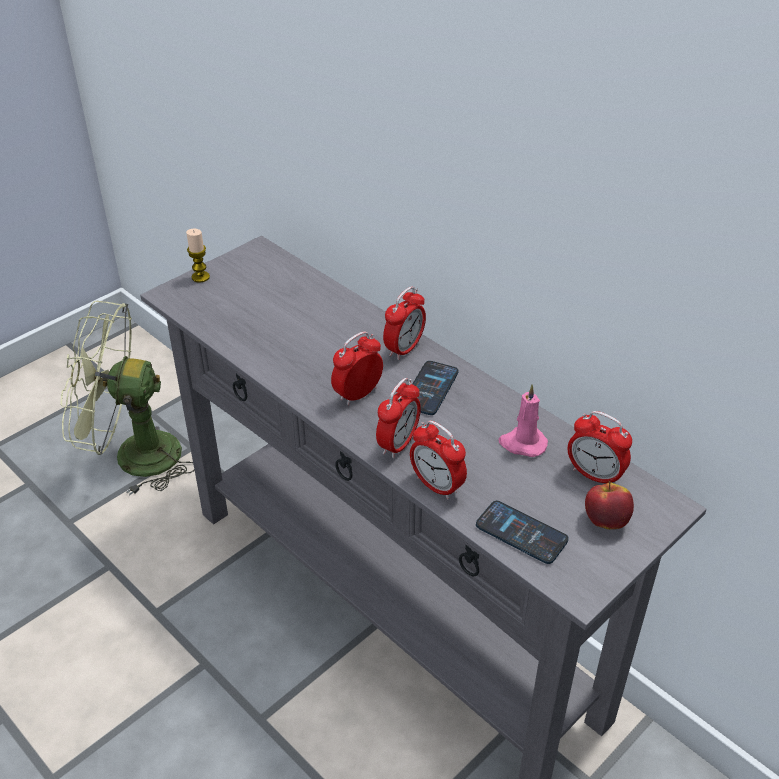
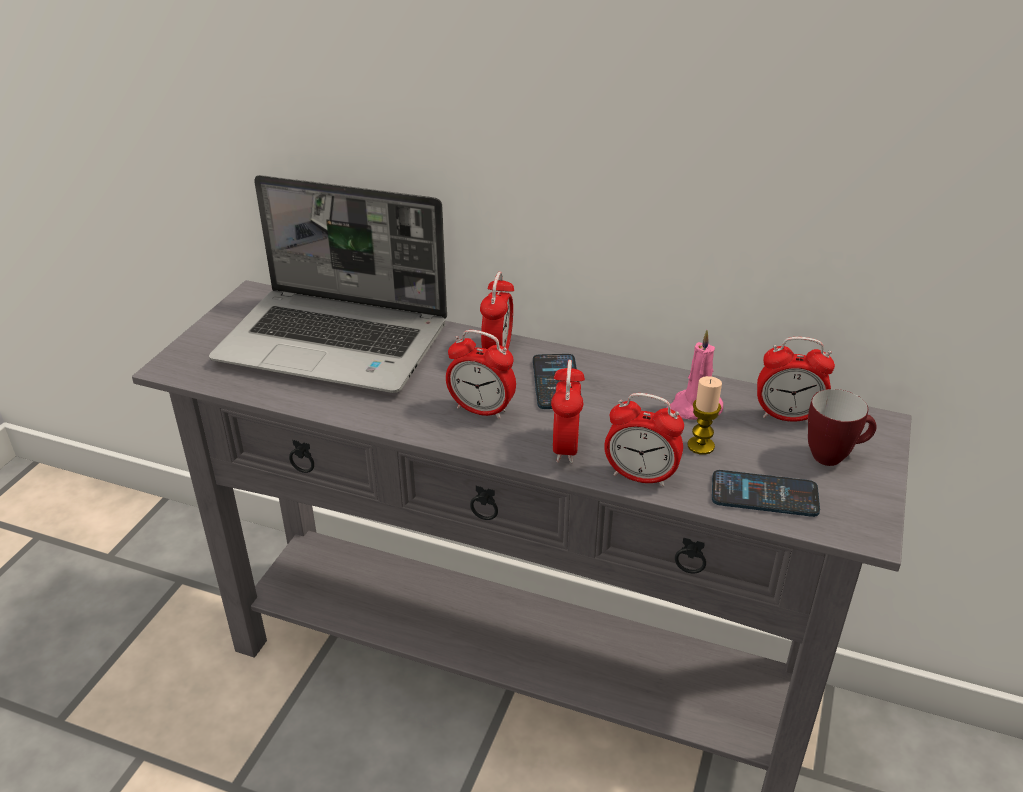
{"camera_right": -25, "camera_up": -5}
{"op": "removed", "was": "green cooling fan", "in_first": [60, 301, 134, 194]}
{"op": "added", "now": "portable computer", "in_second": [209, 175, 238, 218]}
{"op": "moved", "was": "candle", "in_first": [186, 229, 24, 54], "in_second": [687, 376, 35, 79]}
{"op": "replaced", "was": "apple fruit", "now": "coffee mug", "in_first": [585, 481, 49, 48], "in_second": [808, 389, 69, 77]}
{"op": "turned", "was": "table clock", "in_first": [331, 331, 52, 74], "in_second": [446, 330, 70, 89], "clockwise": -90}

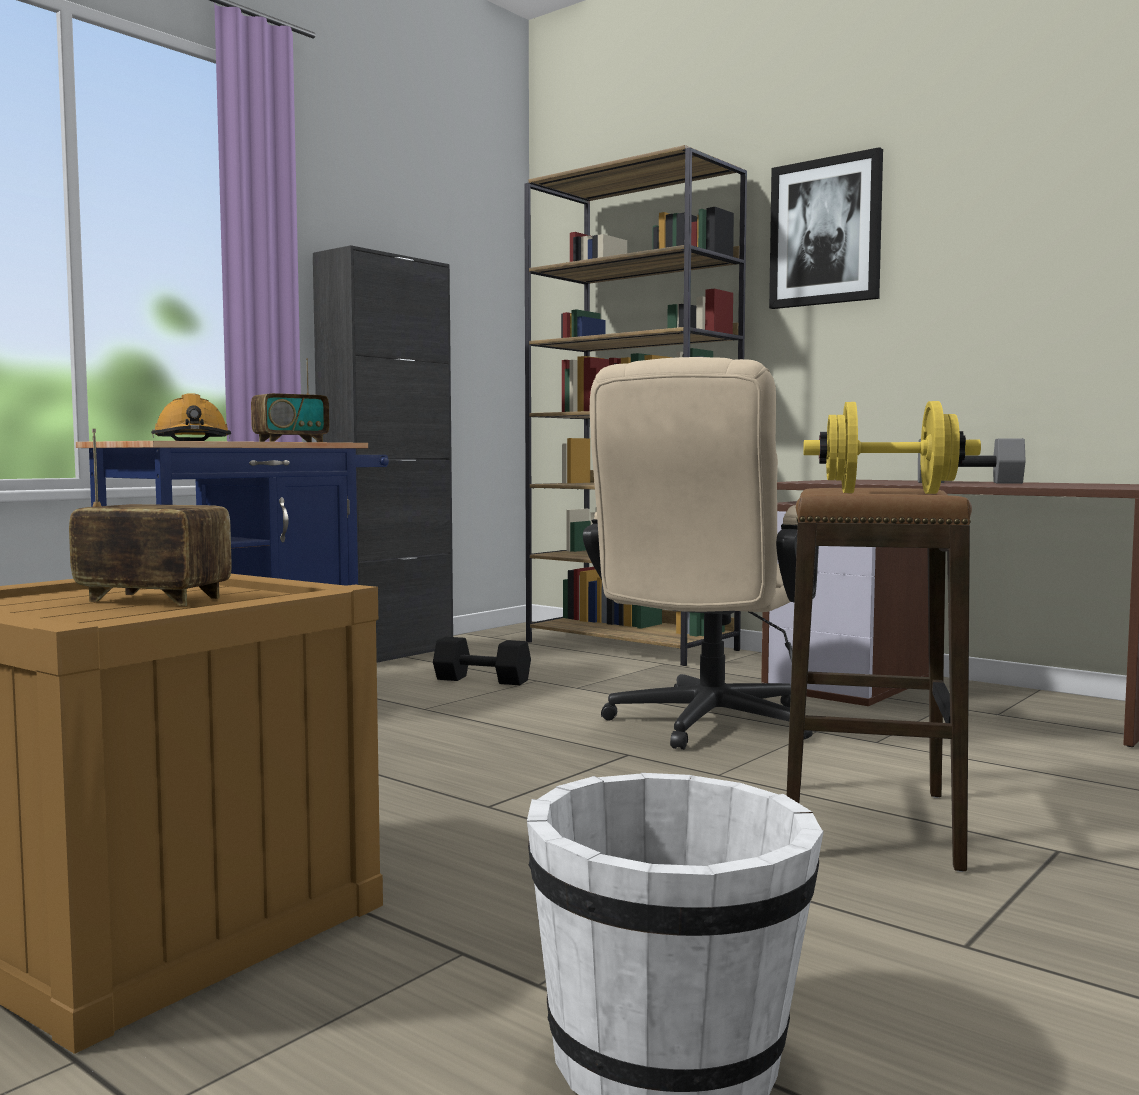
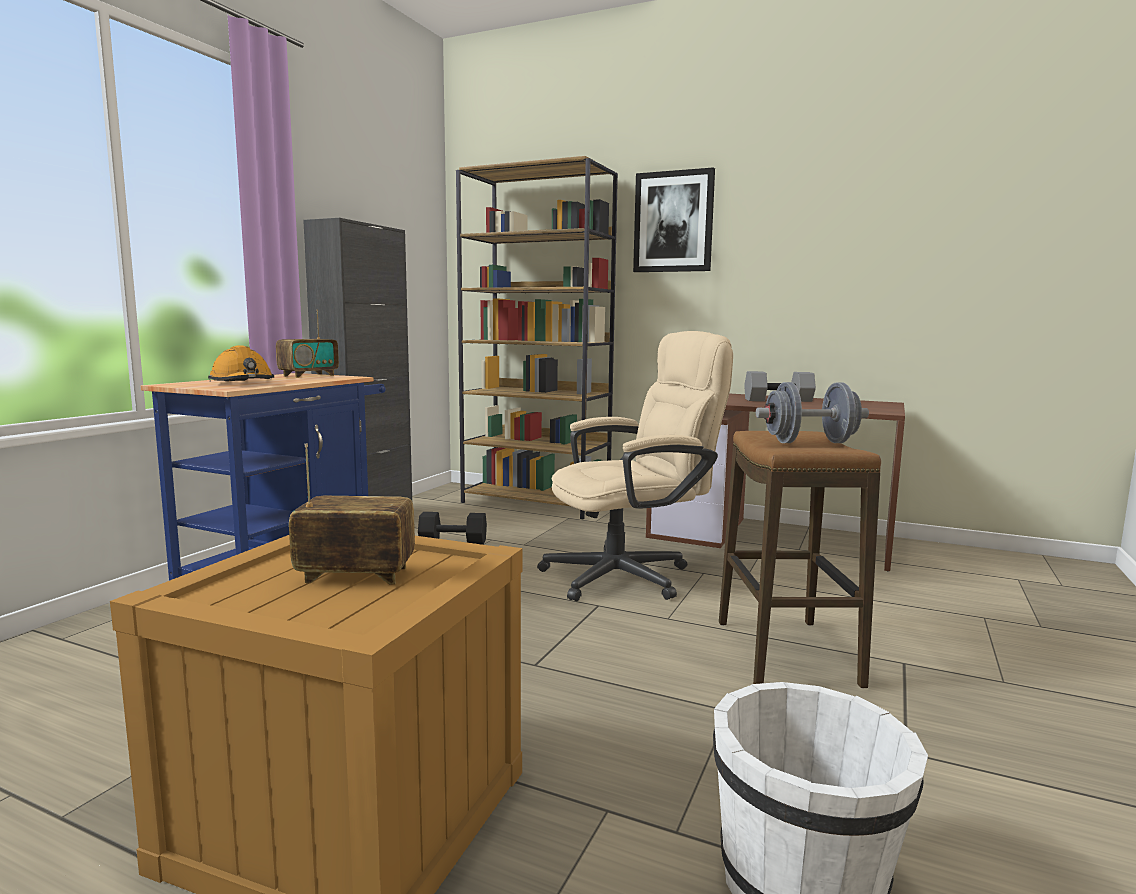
{"camera_right": -15, "camera_up": 5}
{"op": "recoloured", "was": "yellow dumbbell", "now": "gray dumbbell", "in_first": [803, 401, 178, 93], "in_second": [756, 382, 113, 61]}
{"op": "turned", "was": "sand-coloured office chair", "in_first": [583, 357, 236, 393], "in_second": [537, 331, 196, 270], "clockwise": -120}

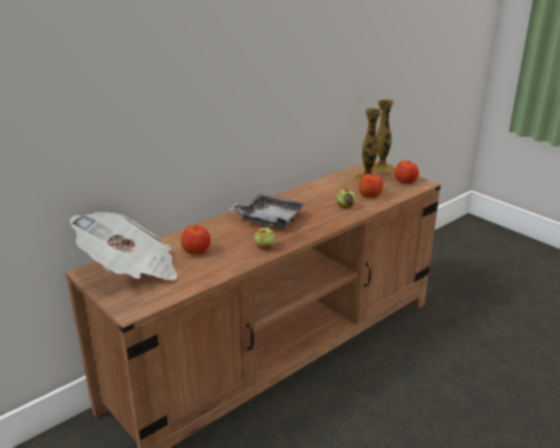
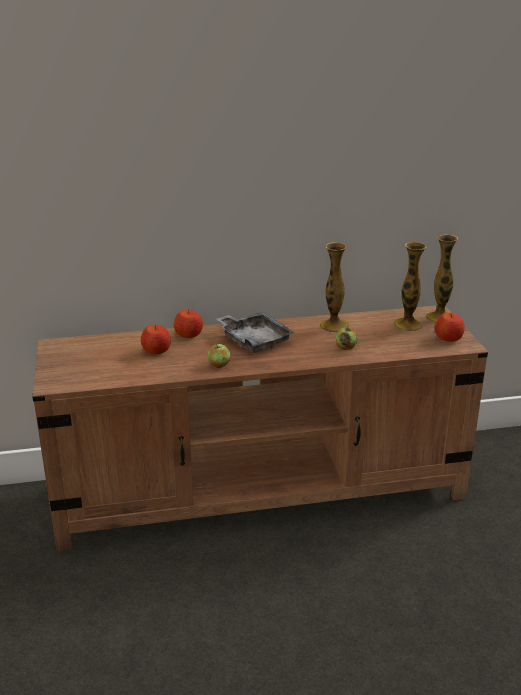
{"camera_right": 30, "camera_up": 0}
{"op": "removed", "was": "daily paper", "in_first": [70, 212, 107, 68]}
{"op": "added", "now": "vase", "in_second": [320, 242, 29, 91]}
{"op": "moved", "was": "apple fruit", "in_first": [359, 172, 24, 26], "in_second": [174, 309, 29, 29]}

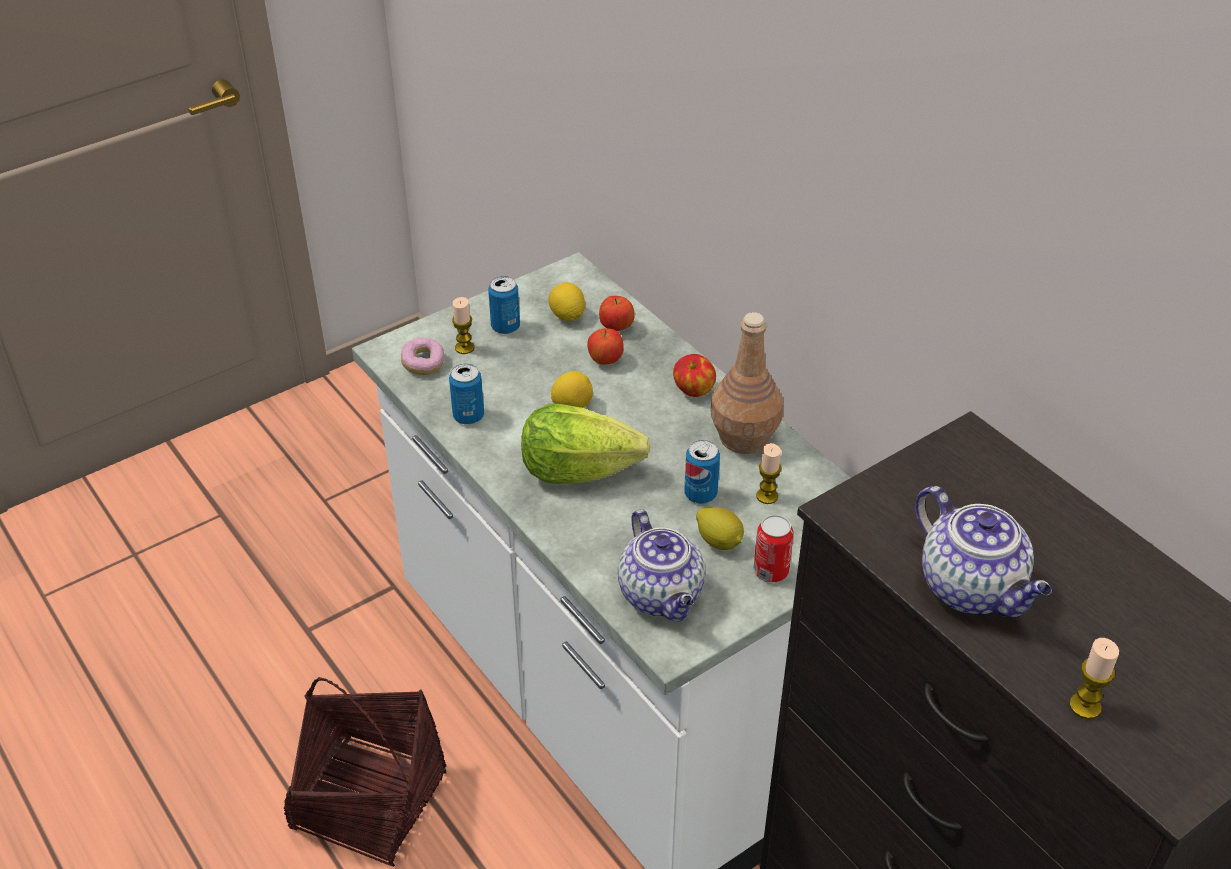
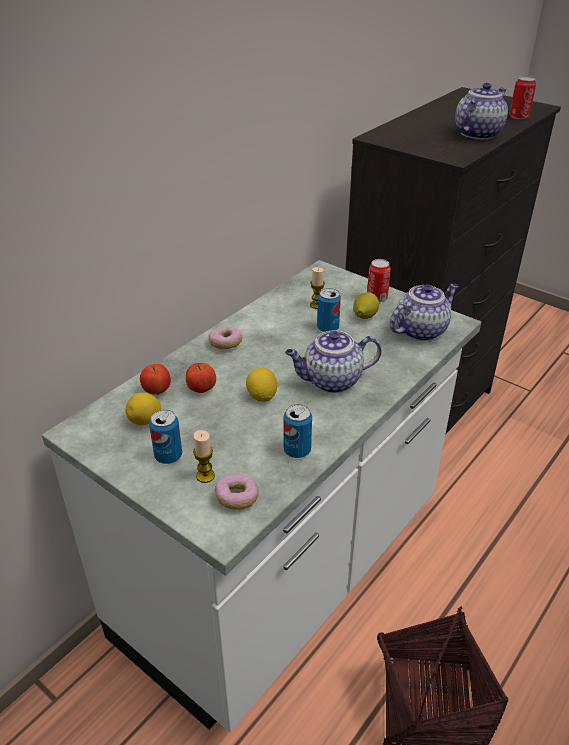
{"camera_right": -105, "camera_up": -5}
{"op": "removed", "was": "brown drink bottle", "in_first": [711, 312, 72, 142]}
{"op": "replaced", "was": "lettuce", "now": "teapot", "in_first": [521, 403, 129, 81], "in_second": [285, 330, 97, 63]}
{"op": "replaced", "was": "apple fruit", "now": "donut", "in_first": [673, 354, 43, 43], "in_second": [208, 327, 34, 22]}
{"op": "replaced", "was": "candle", "now": "sealed can", "in_first": [1069, 638, 50, 81], "in_second": [509, 76, 27, 43]}

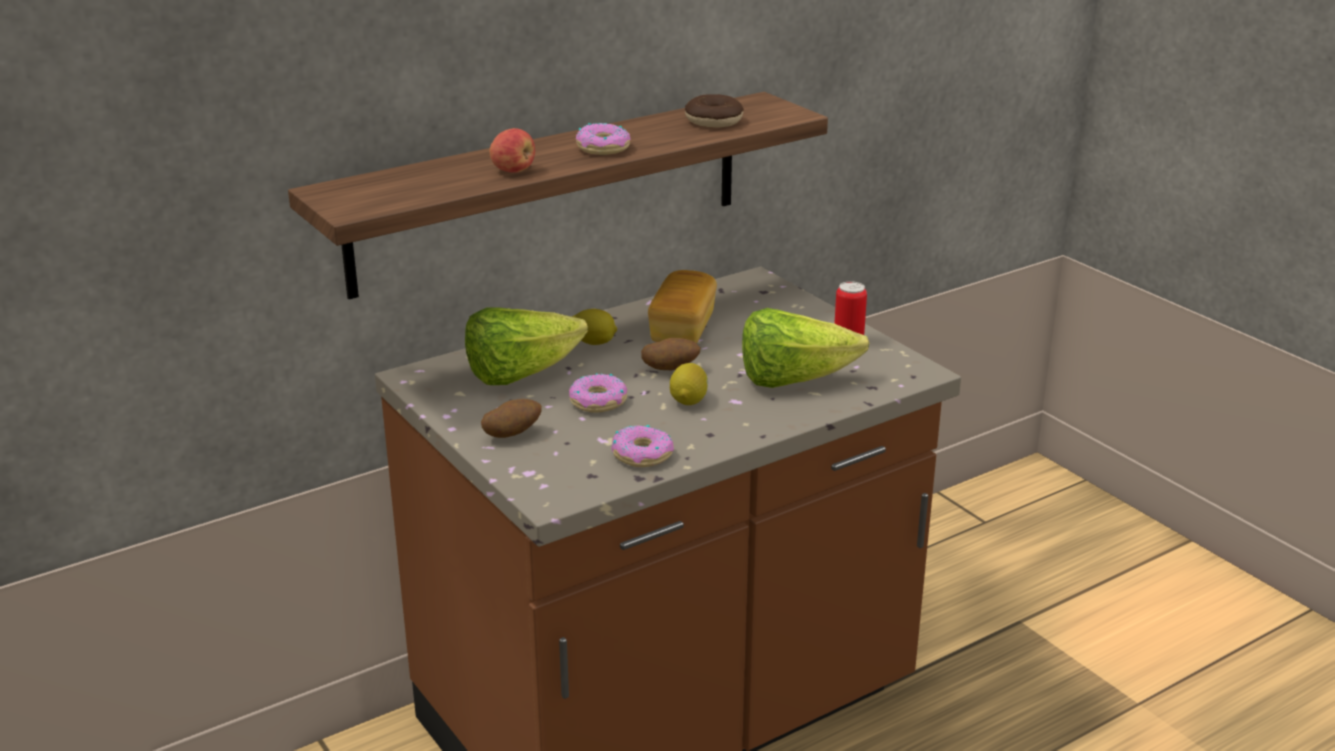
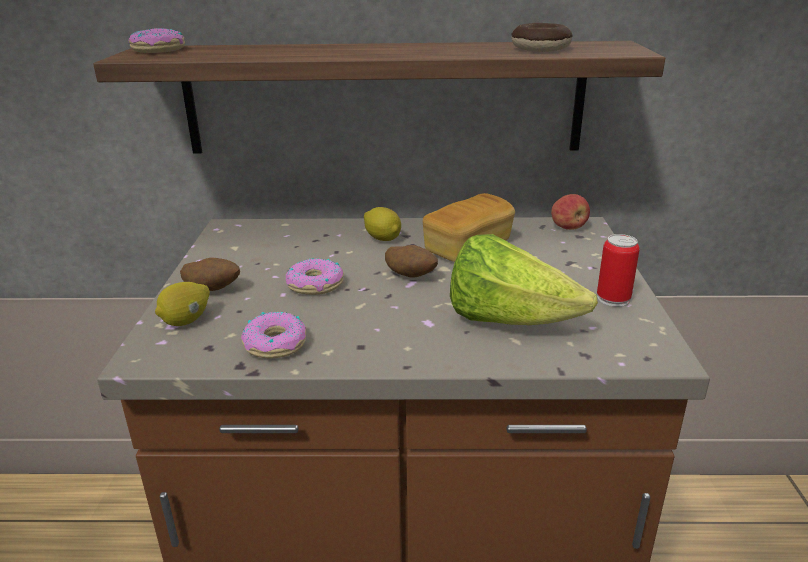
{"camera_right": 35, "camera_up": 0}
{"op": "removed", "was": "lettuce", "in_first": [465, 307, 123, 78]}
{"op": "moved", "was": "apple fruit", "in_first": [490, 128, 45, 45], "in_second": [551, 194, 39, 36]}
{"op": "moved", "was": "donut", "in_first": [576, 123, 55, 32], "in_second": [128, 28, 57, 25]}
{"op": "moved", "was": "whole lemon", "in_first": [670, 363, 38, 42], "in_second": [155, 282, 55, 44]}

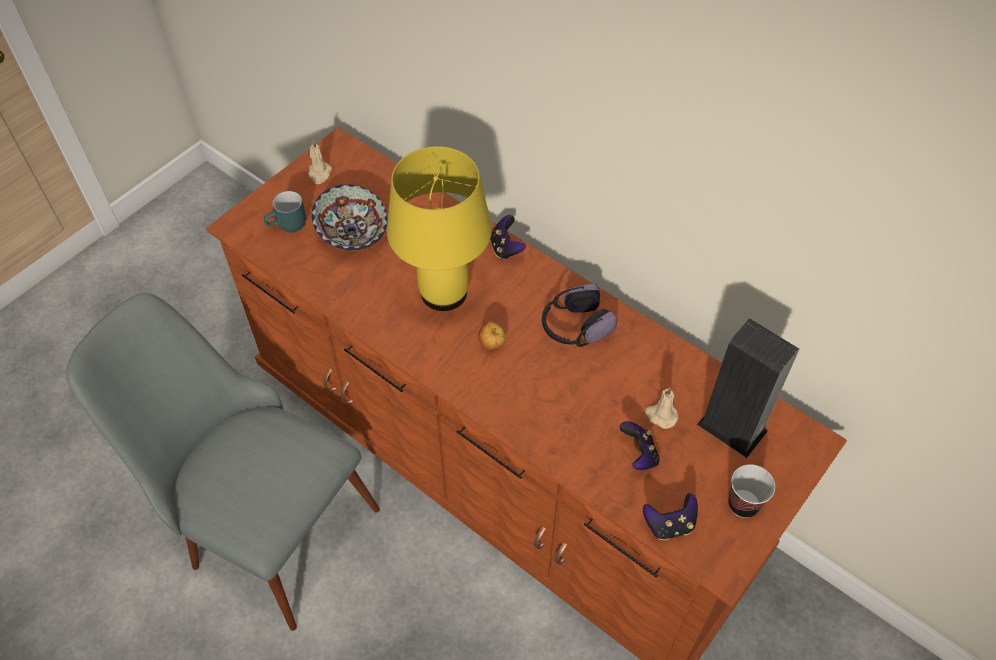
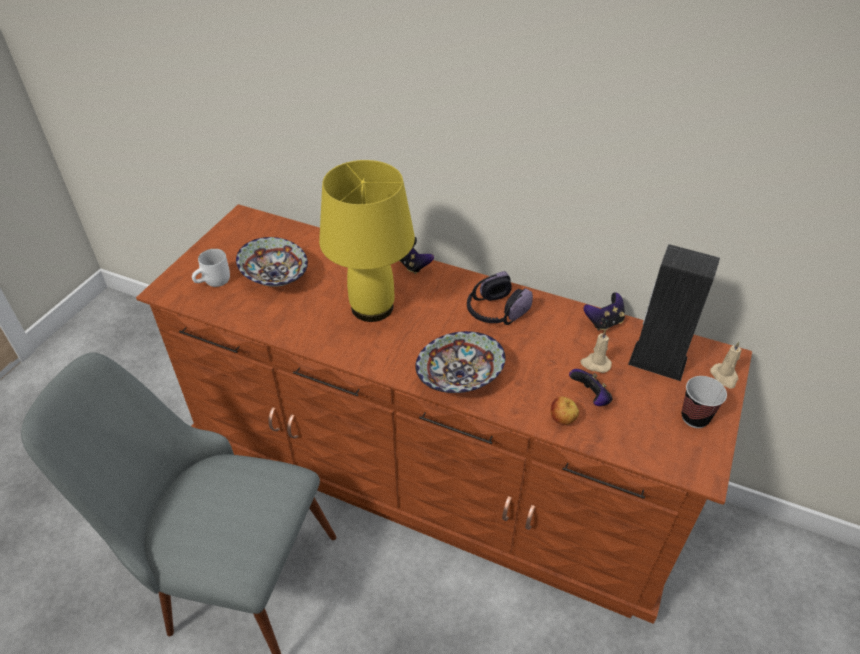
{"camera_right": -15, "camera_up": -10}
{"op": "added", "now": "serving bowl", "in_second": [415, 331, 91, 62]}
{"op": "moved", "was": "sand-coloured candle", "in_first": [308, 140, 24, 44], "in_second": [710, 341, 31, 47]}
{"op": "moved", "was": "apple fruit", "in_first": [478, 322, 27, 28], "in_second": [551, 396, 28, 29]}
{"op": "moved", "was": "game controller", "in_first": [643, 493, 55, 47], "in_second": [584, 292, 41, 39]}
{"op": "recoloured", "was": "turquoise coffee mug", "now": "white coffee mug", "in_first": [264, 191, 42, 41], "in_second": [192, 249, 38, 38]}

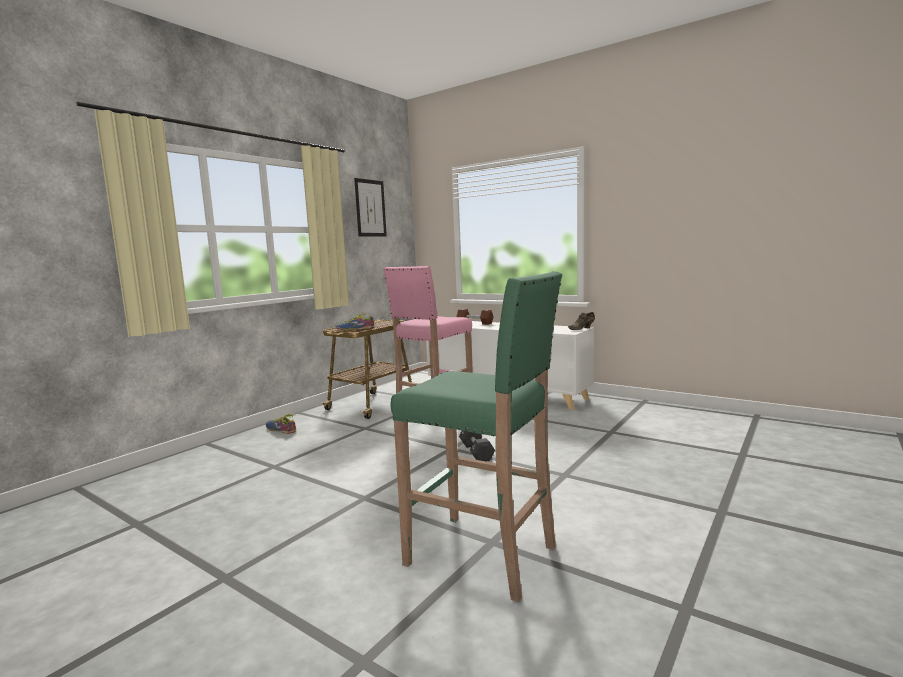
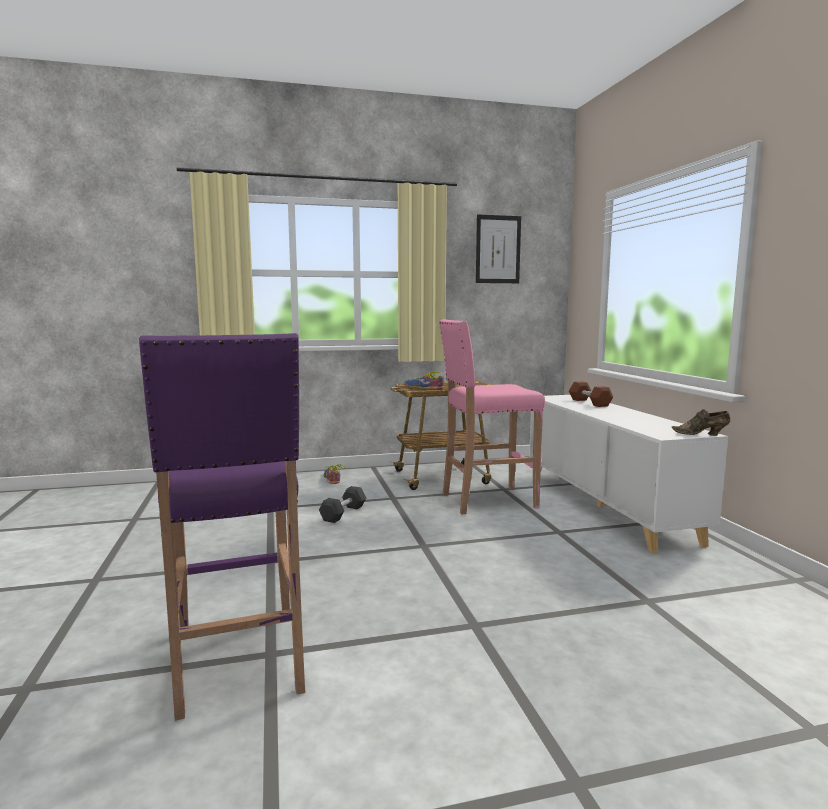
{"camera_right": 40, "camera_up": 0}
{"op": "moved", "was": "black dumbbell", "in_first": [459, 430, 36, 32], "in_second": [319, 486, 47, 37]}
{"op": "recoloured", "was": "green sitting stool", "now": "purple sitting stool", "in_first": [391, 271, 171, 331], "in_second": [139, 333, 166, 388]}

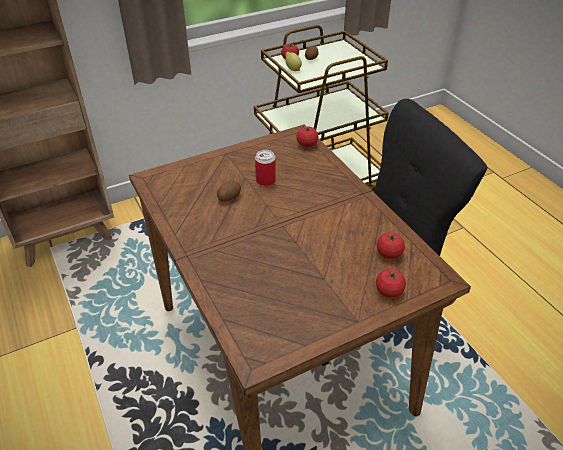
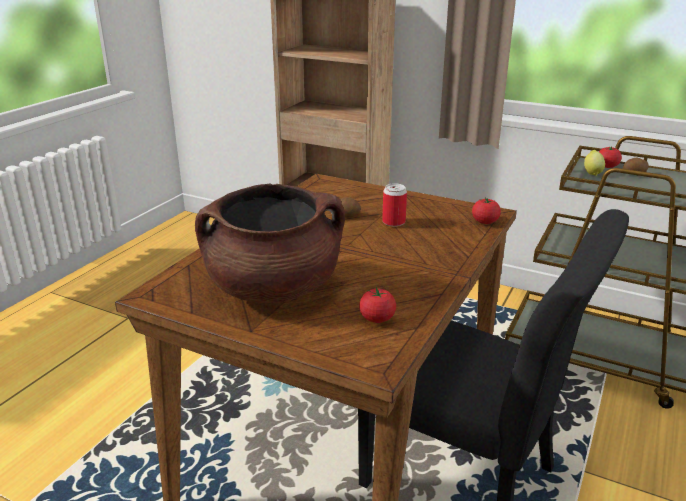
{"camera_right": 55, "camera_up": -15}
{"op": "removed", "was": "fresh tomato", "in_first": [376, 269, 30, 29]}
{"op": "added", "now": "brown cooking pot", "in_second": [195, 183, 150, 120]}

